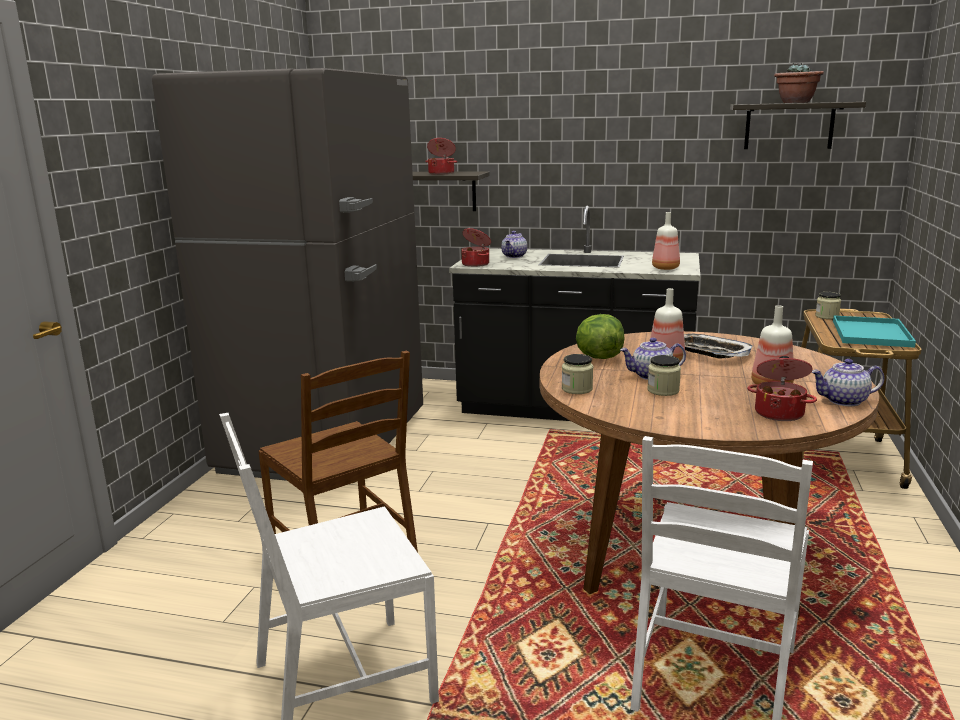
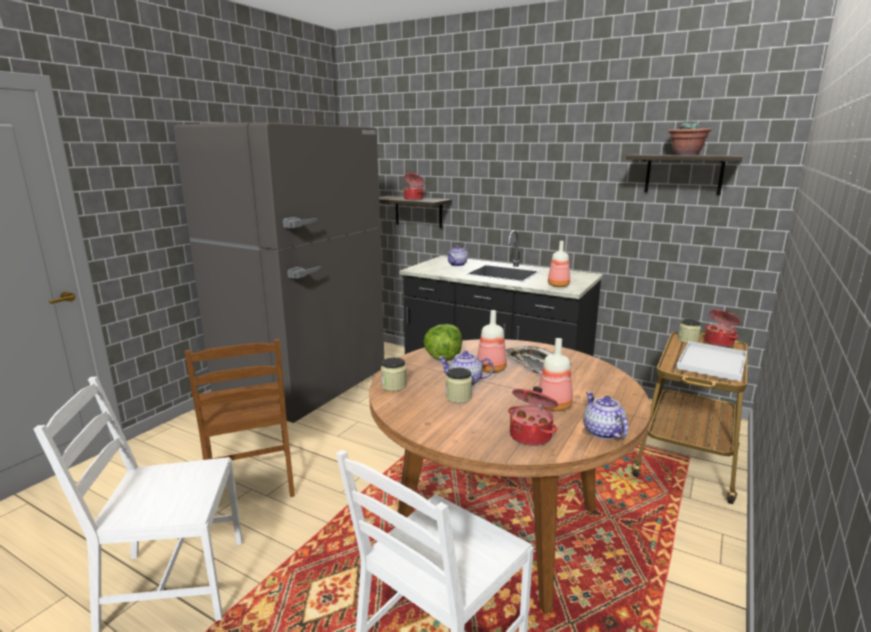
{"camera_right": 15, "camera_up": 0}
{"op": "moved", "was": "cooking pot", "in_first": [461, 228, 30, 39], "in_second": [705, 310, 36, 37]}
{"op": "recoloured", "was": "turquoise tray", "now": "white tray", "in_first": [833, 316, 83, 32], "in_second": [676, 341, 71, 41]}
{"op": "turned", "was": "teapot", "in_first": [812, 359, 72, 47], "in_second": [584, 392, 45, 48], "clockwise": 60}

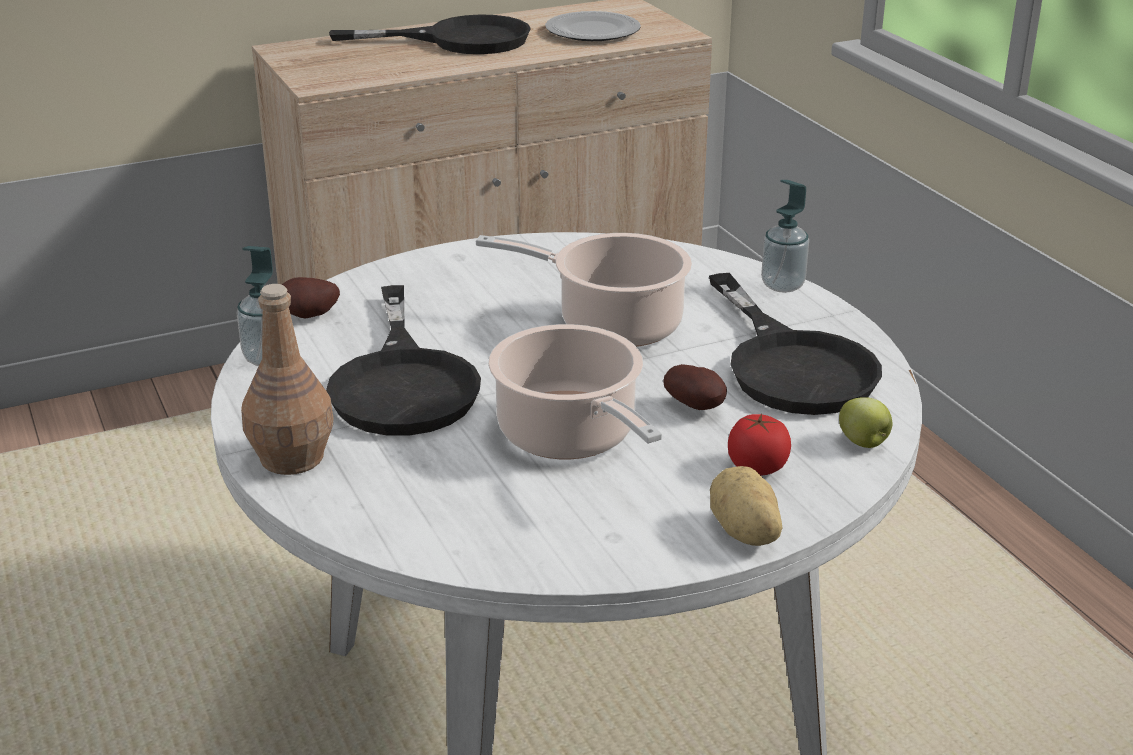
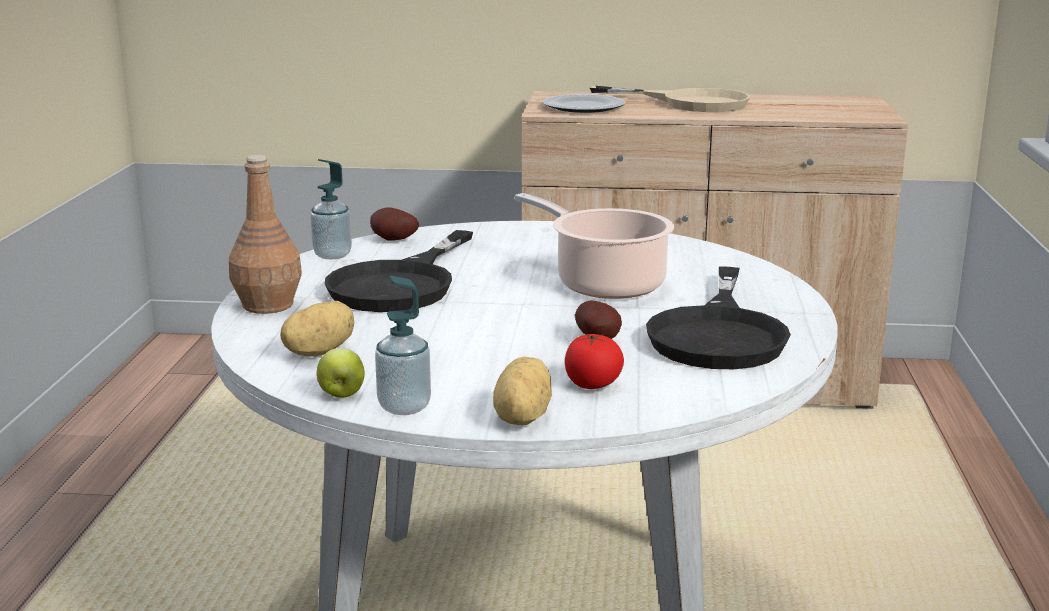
{"camera_right": 30, "camera_up": -10}
{"op": "removed", "was": "cooking pot", "in_first": [488, 324, 174, 135]}
{"op": "added", "now": "potato", "in_second": [280, 301, 74, 56]}
{"op": "moved", "was": "flat dish", "in_first": [545, 11, 96, 30], "in_second": [542, 94, 84, 19]}
{"op": "moved", "was": "soap bottle", "in_first": [761, 180, 48, 113], "in_second": [375, 276, 56, 139]}
{"op": "moved", "was": "apple fruit", "in_first": [839, 397, 54, 51], "in_second": [316, 348, 49, 50]}
{"op": "recoloured", "was": "black frying pan", "now": "sand-coloured frying pan", "in_first": [329, 14, 202, 40], "in_second": [590, 86, 161, 26]}

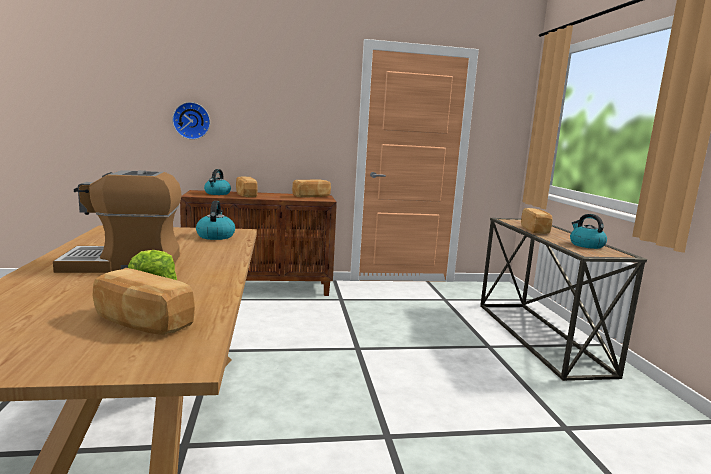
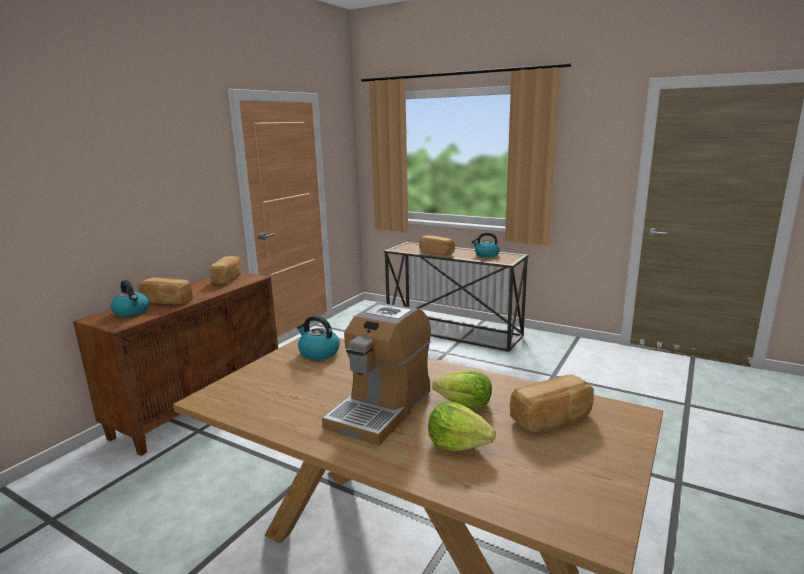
{"camera_right": -50, "camera_up": 5}
{"op": "removed", "was": "hanging clock", "in_first": [172, 102, 38, 38]}
{"op": "added", "now": "lettuce", "in_second": [428, 401, 68, 50]}

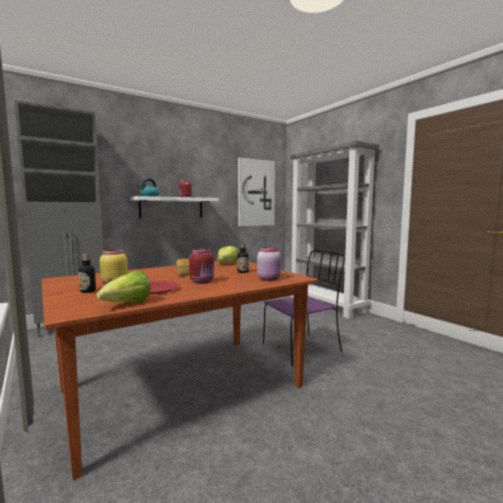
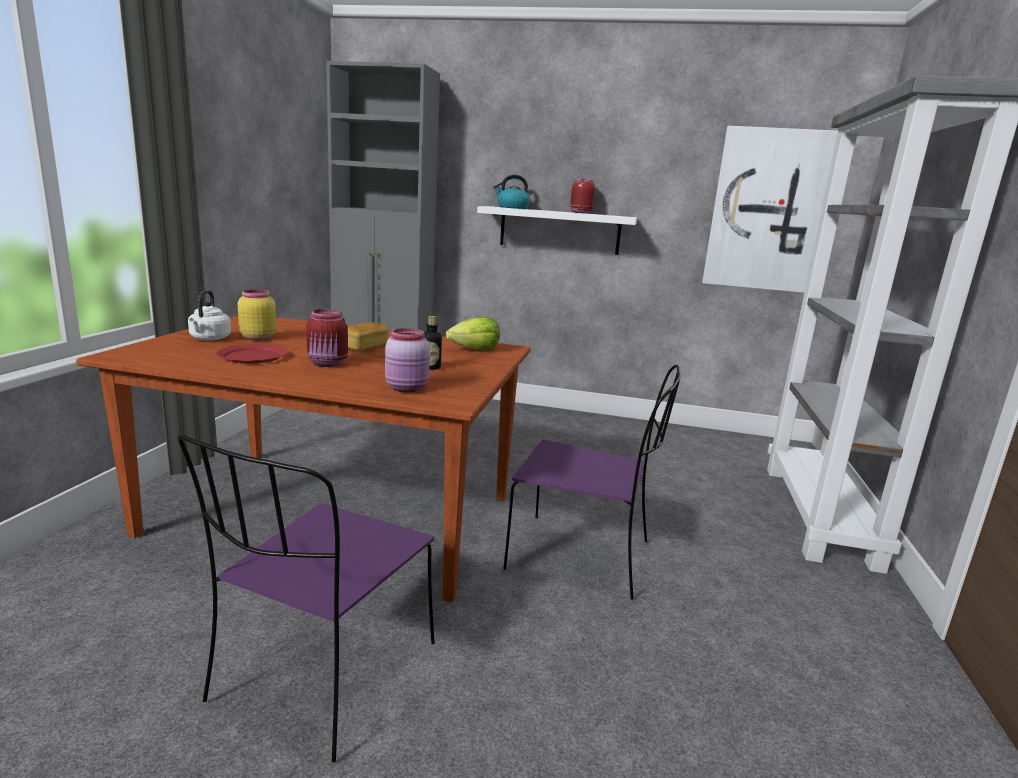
{"camera_right": 45, "camera_up": 10}
{"op": "removed", "was": "lettuce", "in_first": [96, 271, 55, 31]}
{"op": "added", "now": "purple upright chair", "in_second": [177, 434, 258, 329]}
{"op": "replaced", "was": "drink bottle", "now": "white water kettle", "in_first": [78, 254, 18, 39], "in_second": [188, 290, 43, 51]}

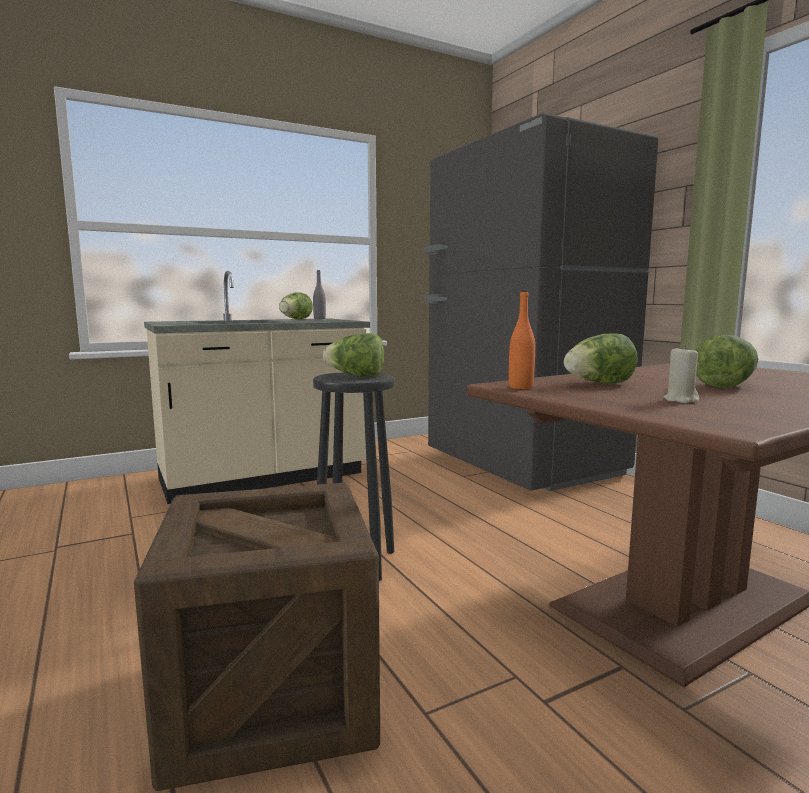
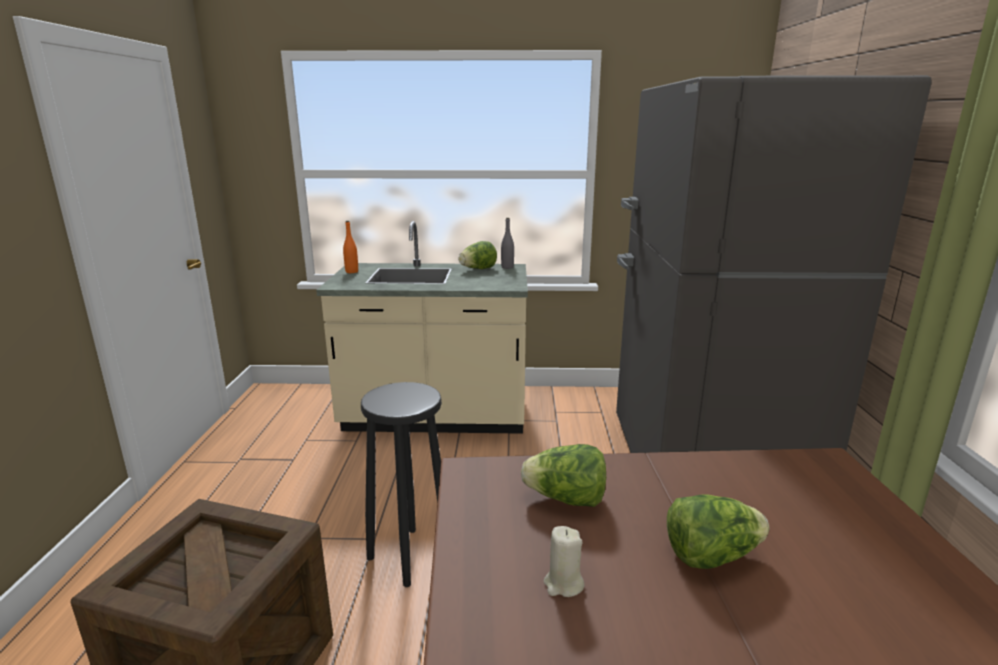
{"camera_right": 30, "camera_up": 10}
{"op": "removed", "was": "lettuce", "in_first": [323, 333, 62, 44]}
{"op": "moved", "was": "orange drink bottle", "in_first": [509, 290, 26, 99], "in_second": [343, 221, 15, 52]}

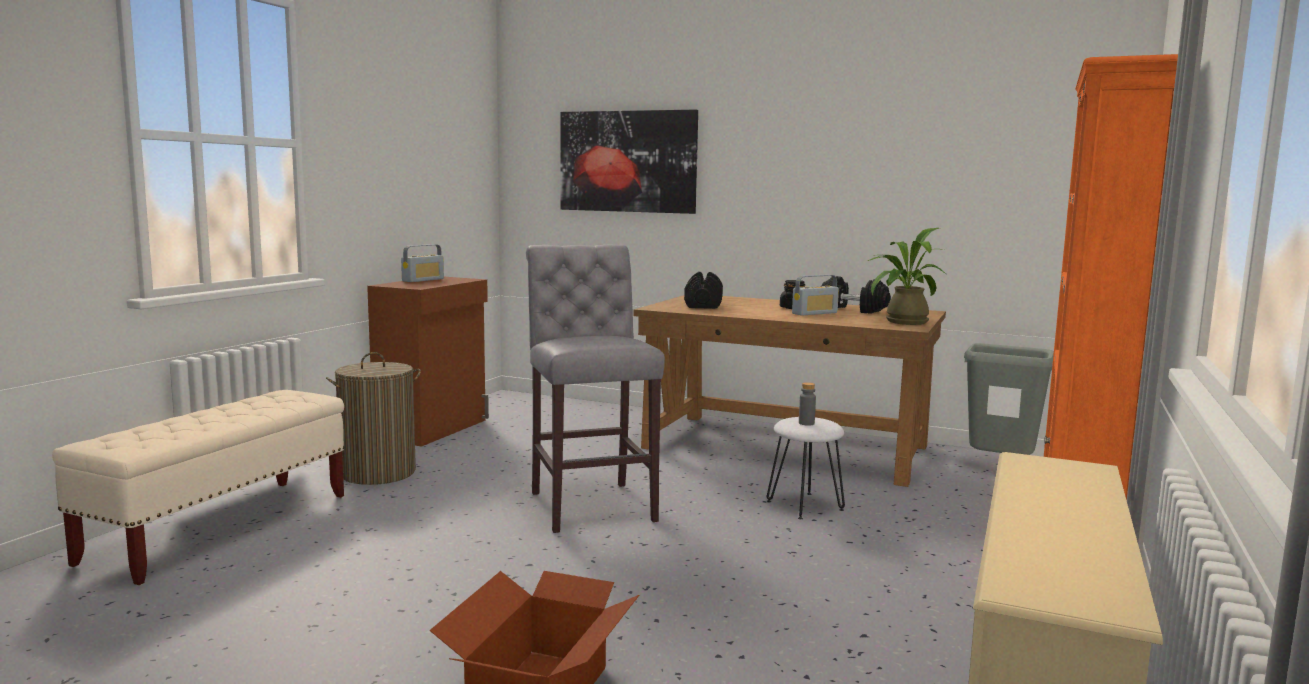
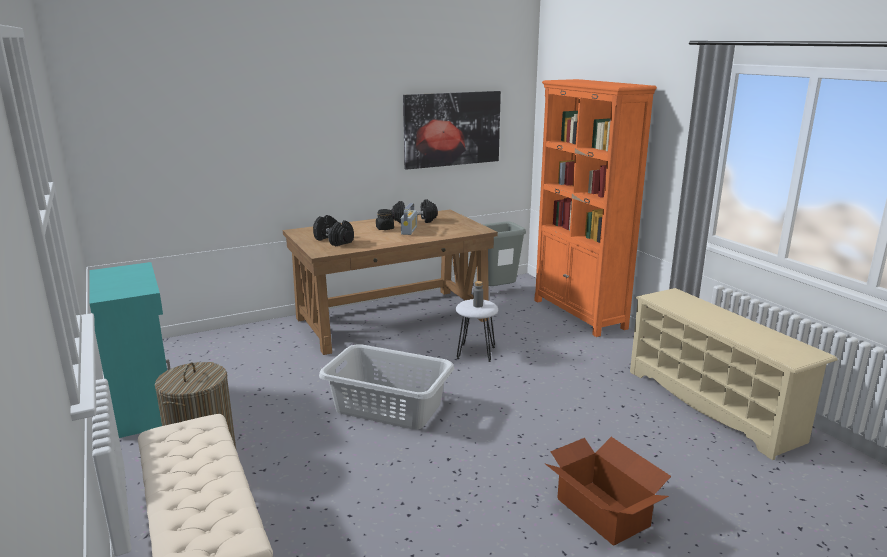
{"camera_right": -50, "camera_up": 10}
{"op": "removed", "was": "radio", "in_first": [401, 244, 43, 38]}
{"op": "removed", "was": "plant in a pot", "in_first": [868, 228, 78, 97]}
{"op": "moved", "was": "wall picture", "in_first": [561, 110, 137, 104], "in_second": [403, 91, 98, 79]}
{"op": "replaced", "was": "gray sitting stool", "now": "gray washing basket", "in_first": [526, 245, 139, 288], "in_second": [319, 344, 135, 86]}
{"op": "recoloured", "was": "brown cupboard", "now": "turquoise cupboard", "in_first": [367, 277, 122, 170], "in_second": [89, 262, 82, 176]}

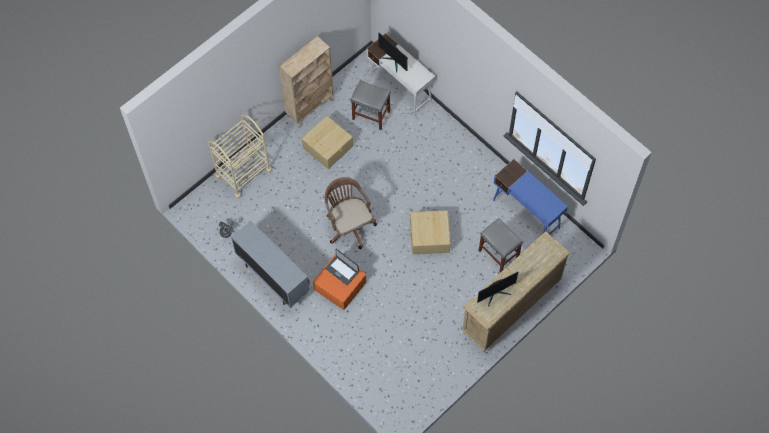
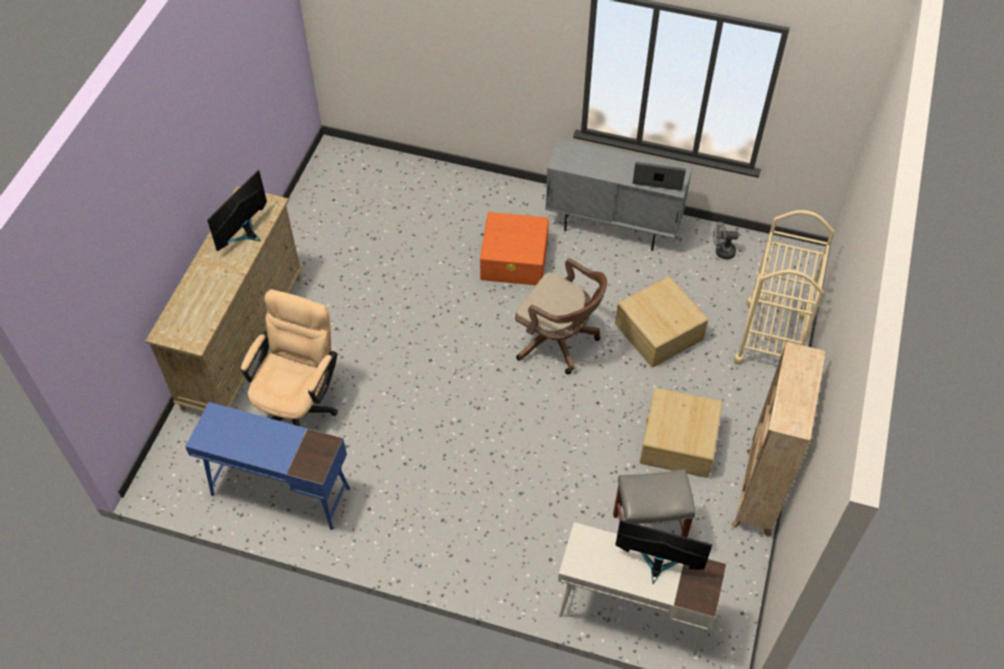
{"camera_right": 150, "camera_up": -10}
{"op": "moved", "was": "portable computer", "in_first": [325, 249, 34, 36], "in_second": [633, 162, 53, 29]}
{"op": "moved", "was": "sand-coloured storage box", "in_first": [410, 210, 41, 44], "in_second": [615, 276, 93, 92]}
{"op": "replaced", "was": "gray sitting stool", "now": "sand-coloured office chair", "in_first": [479, 218, 44, 55], "in_second": [241, 289, 97, 137]}

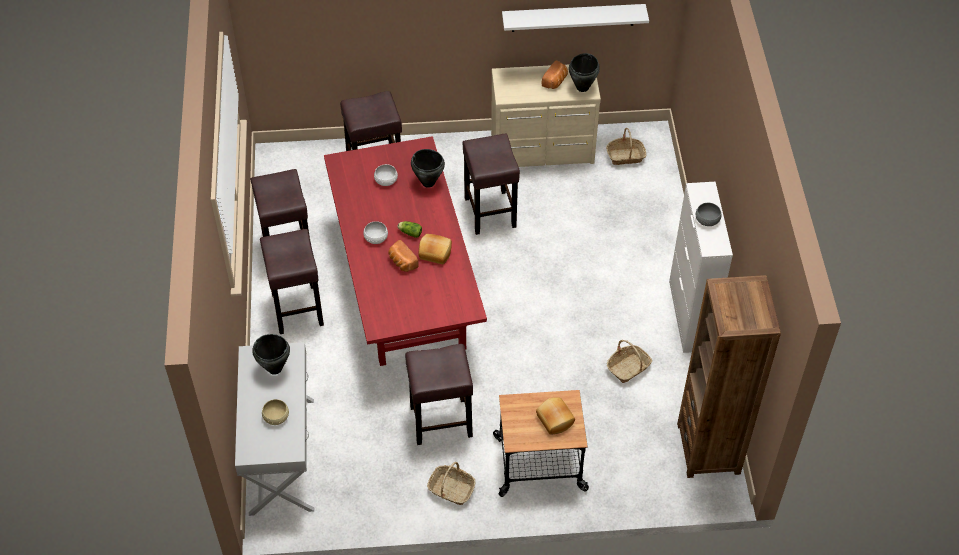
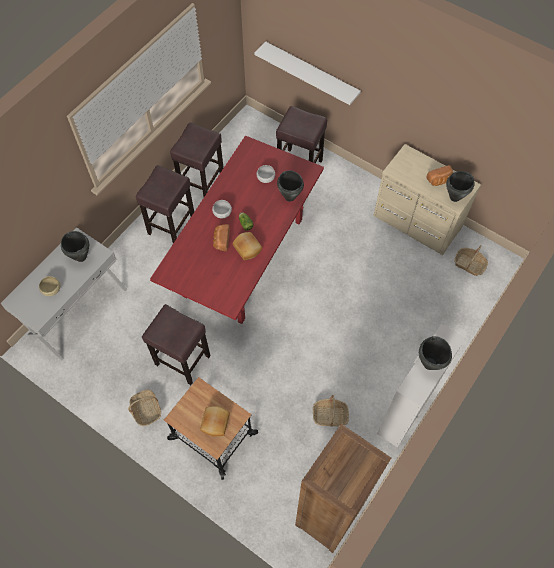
{"camera_right": 40, "camera_up": 10}
{"op": "removed", "was": "brown sitting stool", "in_first": [462, 134, 58, 101]}
{"op": "moved", "was": "white shelf", "in_first": [502, 4, 147, 28], "in_second": [254, 42, 107, 63]}
{"op": "replaced", "was": "gray serving bowl", "now": "black cooking pot", "in_first": [696, 203, 25, 23], "in_second": [419, 336, 33, 34]}

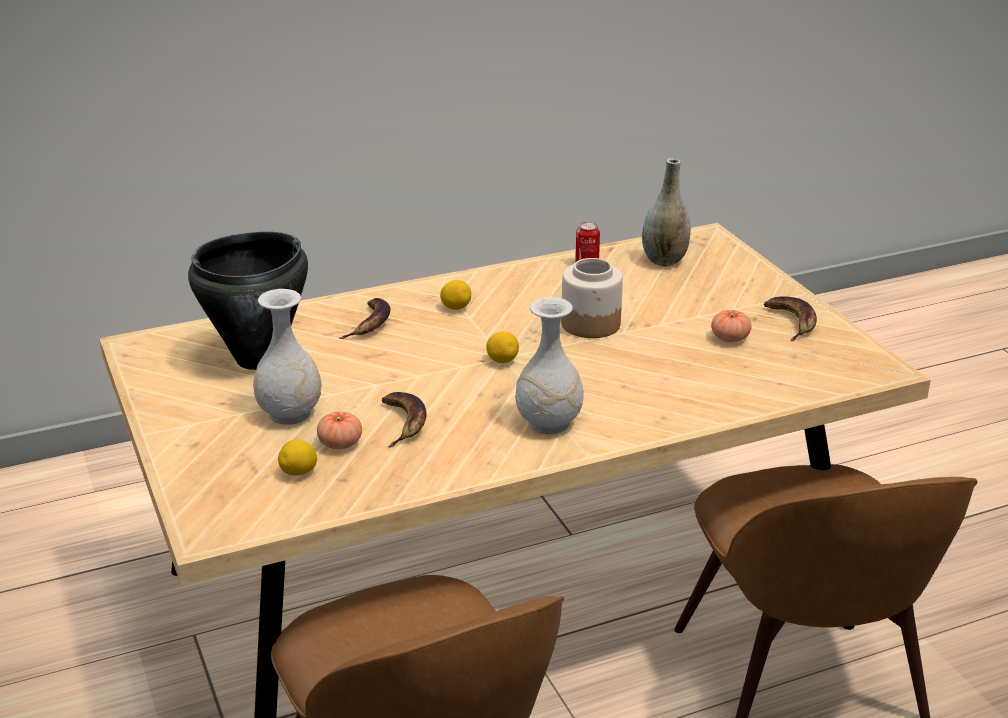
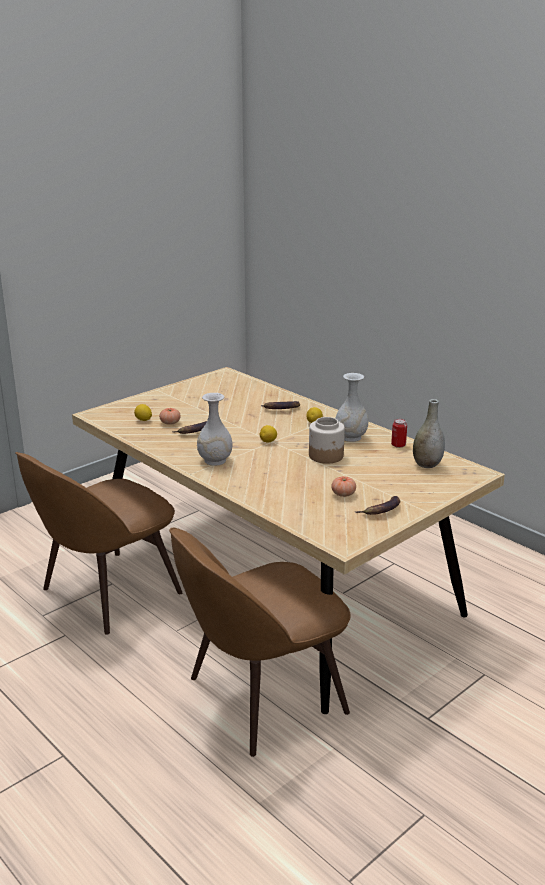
{"camera_right": 70, "camera_up": -5}
{"op": "removed", "was": "black cooking pot", "in_first": [188, 232, 120, 138]}
{"op": "moved", "was": "white vase", "in_first": [253, 289, 69, 136], "in_second": [335, 373, 33, 69]}

